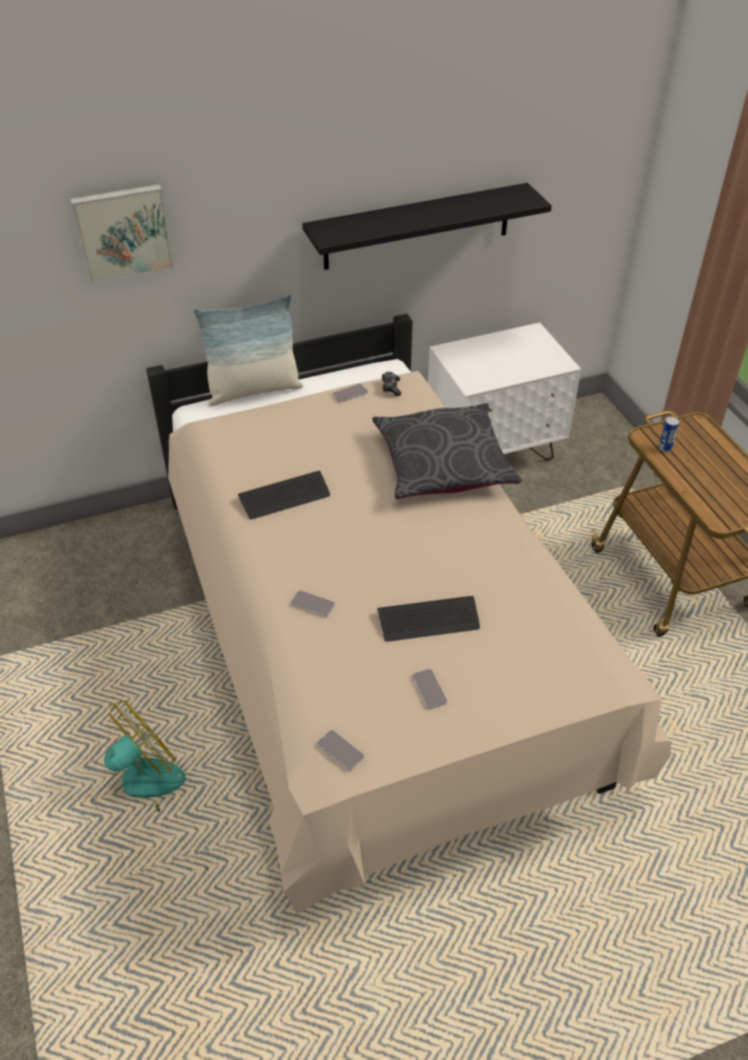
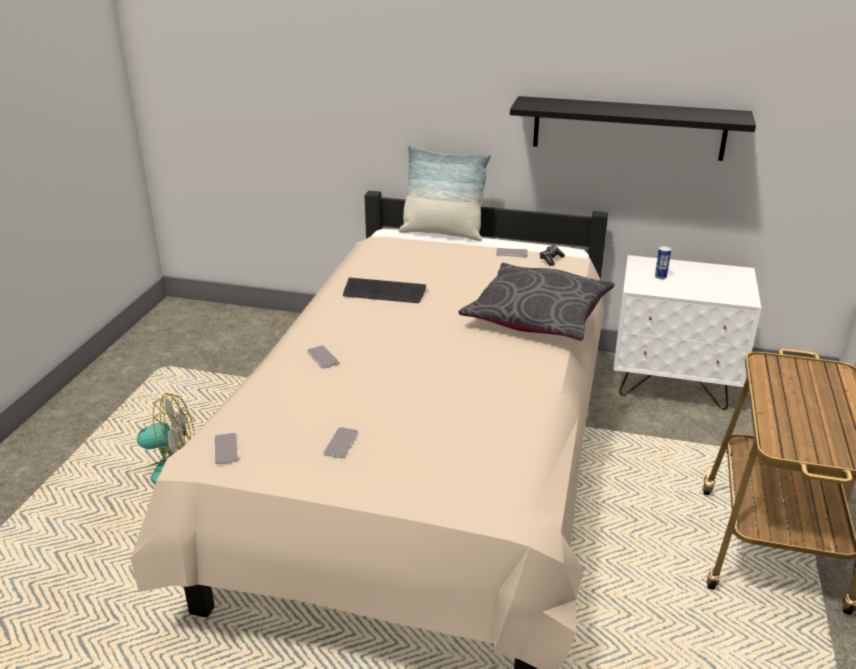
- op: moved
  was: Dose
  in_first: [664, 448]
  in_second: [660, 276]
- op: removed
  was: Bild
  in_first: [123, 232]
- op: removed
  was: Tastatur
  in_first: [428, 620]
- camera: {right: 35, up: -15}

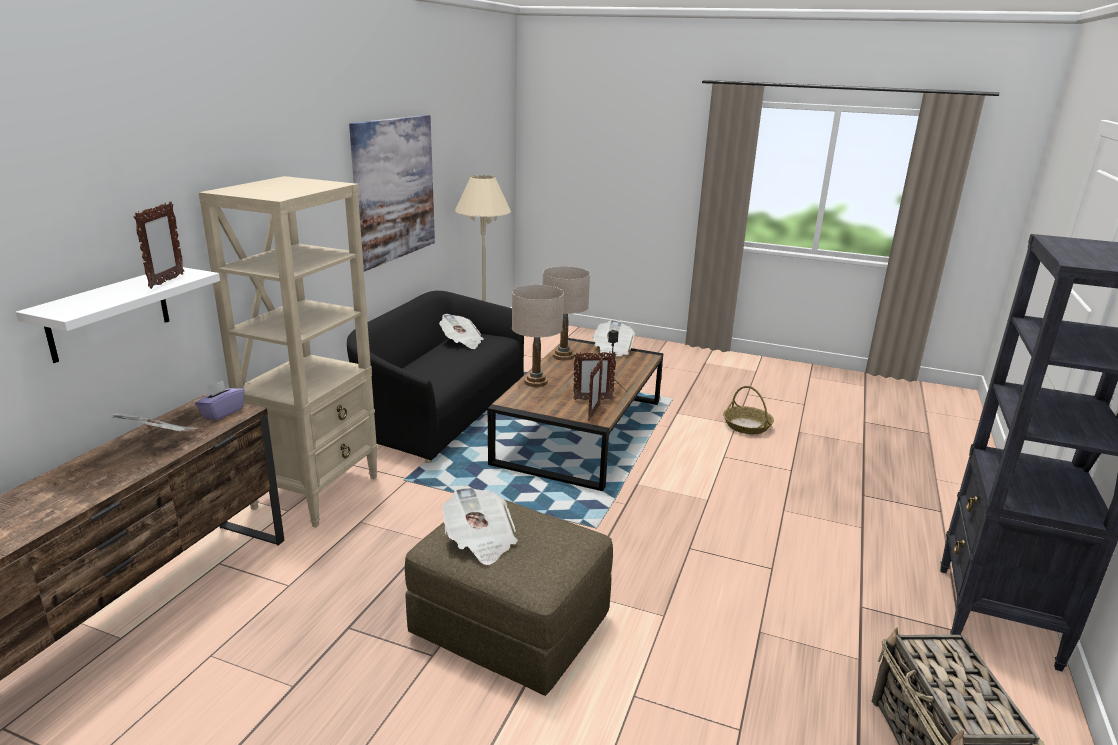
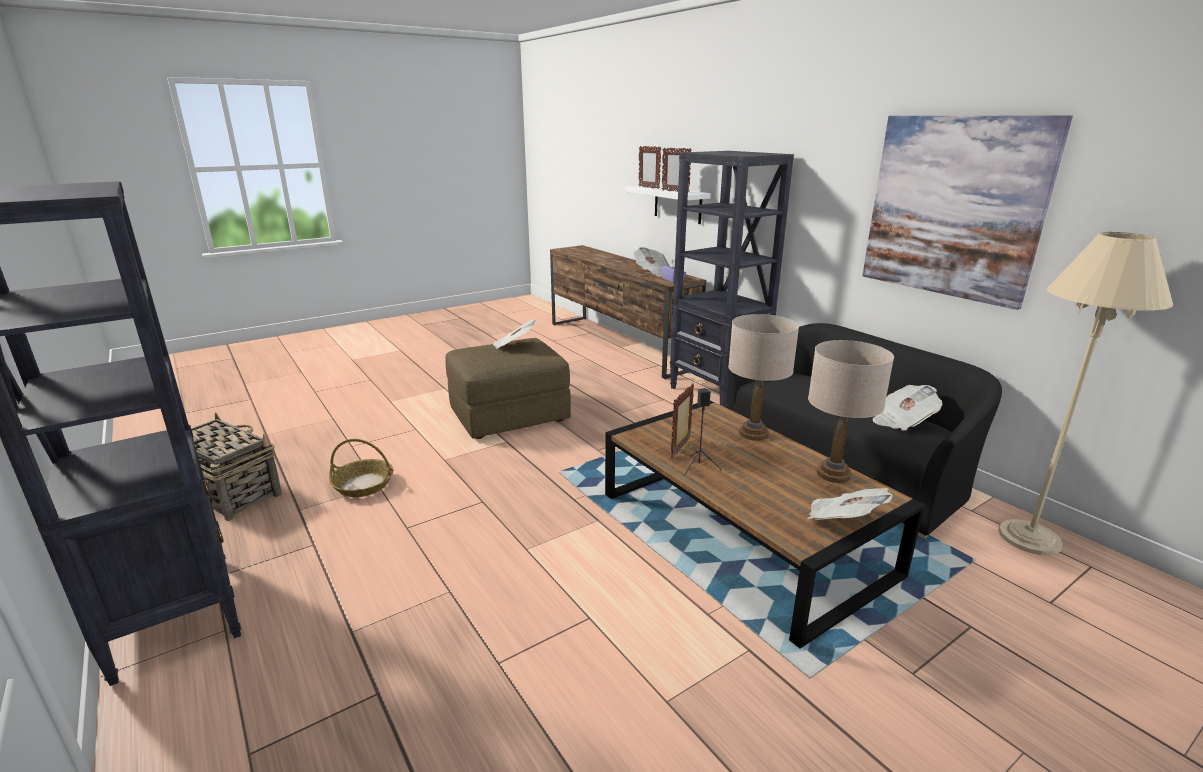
- op: moved
  was: Korb
  in_first: [747, 426]
  in_second: [363, 485]
- op: moved
  was: Bilderrahmen
  in_first: [593, 413]
  in_second: [648, 187]
- op: recoloured
  was: Bücherregal (beige)
  now: Bücherregal (schwarz)
  in_first: [317, 492]
  in_second: [717, 394]
- camera: {right: 125, up: 0}

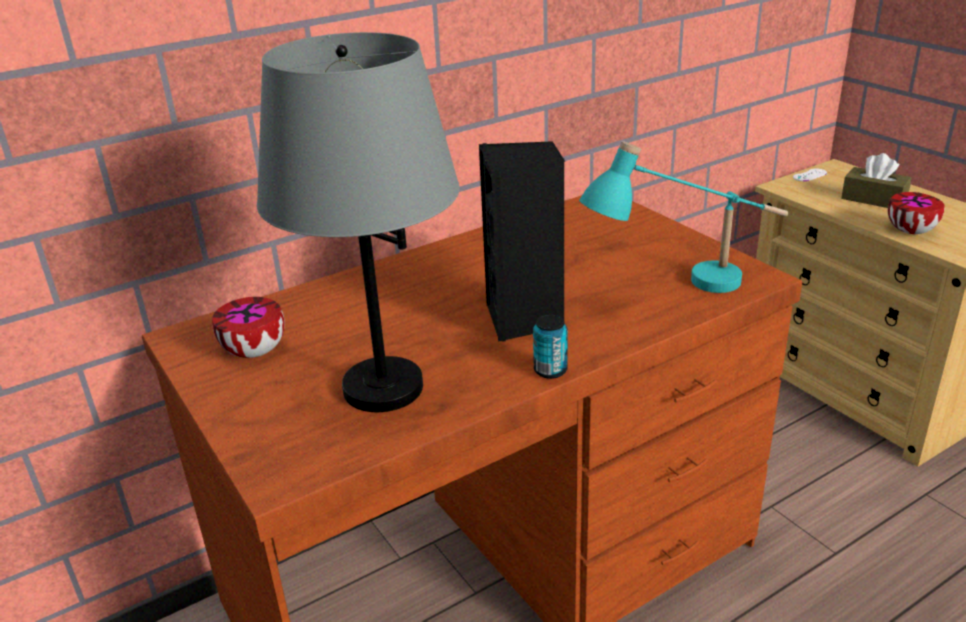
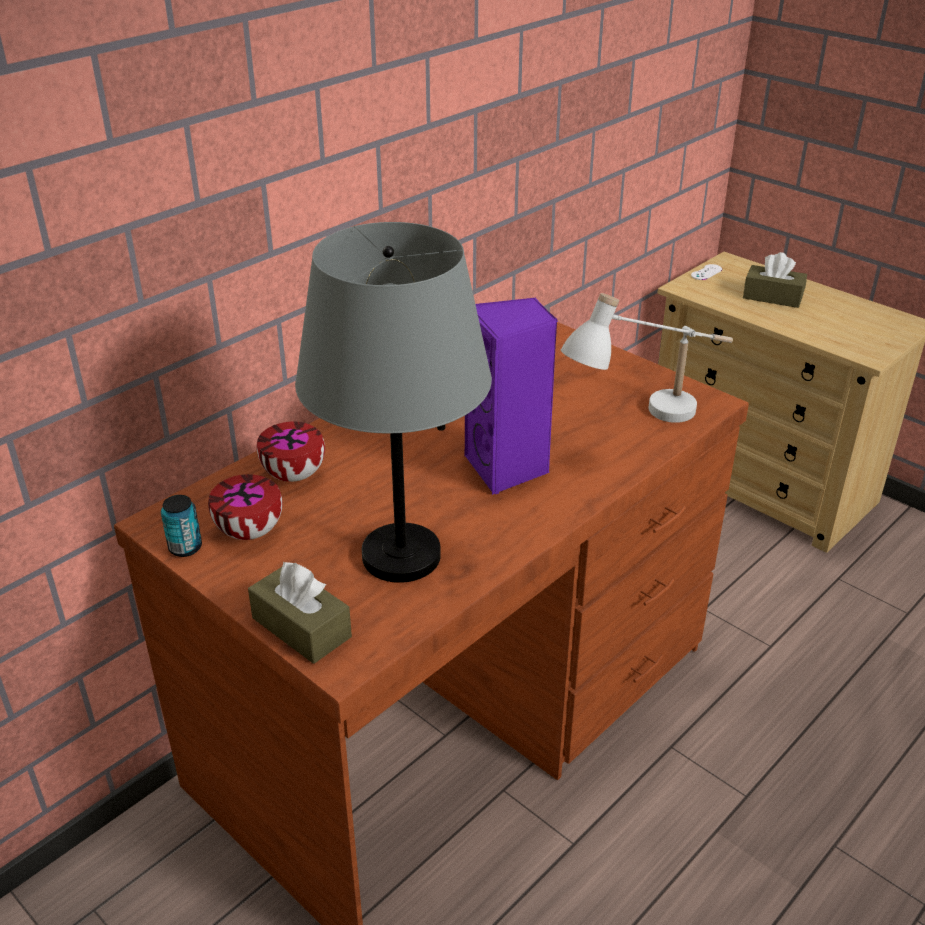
- op: moved
  was: Dose
  in_first: [550, 370]
  in_second: [185, 548]
- op: added
  now: Taschentuchbox (braun)
  in_second: [301, 627]
- op: moved
  was: Schüssel
  in_first: [910, 232]
  in_second: [293, 475]
- op: recoloured
  was: Lautsprecher (schwarz)
  now: Lautsprecher (lila)
  in_first: [525, 319]
  in_second: [508, 468]
- op: recoloured
  was: Tischlampe (türkis)
  now: Tischlampe (weiß)
  in_first: [684, 289]
  in_second: [646, 421]
- camera: {right: -15, up: 5}

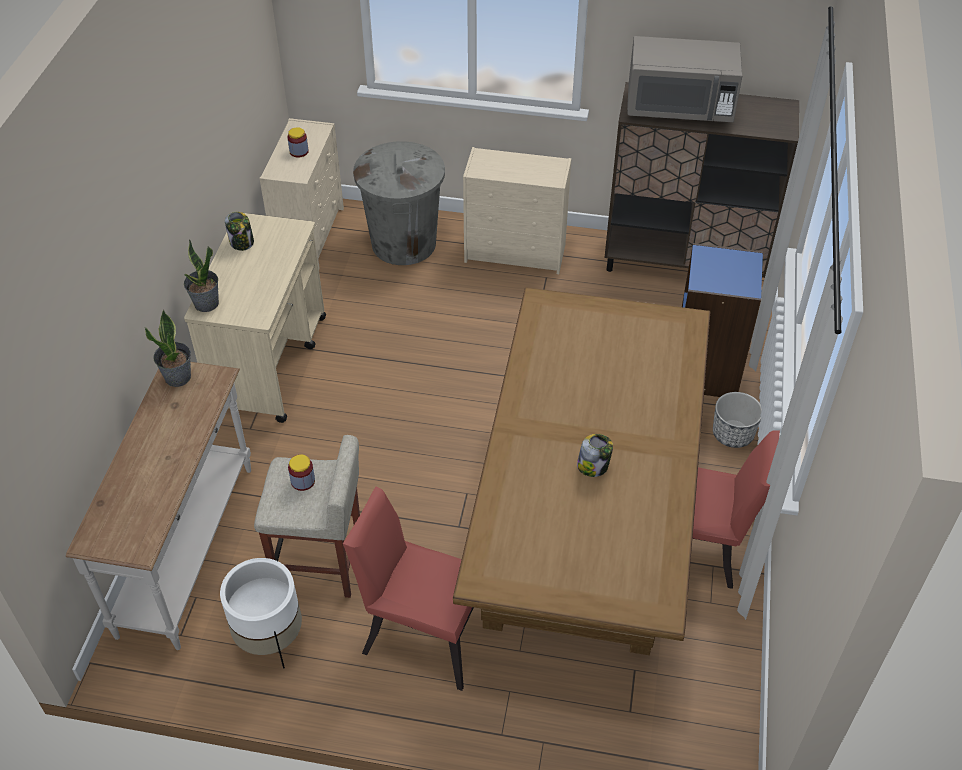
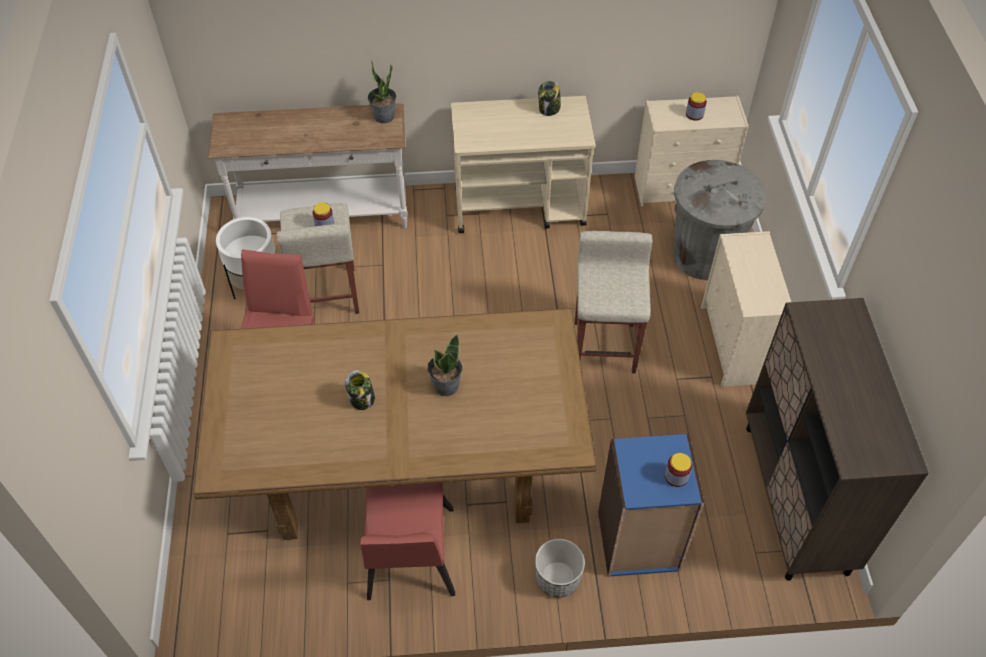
- op: moved
  was: Topfpflanze
  in_first: [206, 304]
  in_second: [445, 385]
- op: added
  now: Hocker (beige)
  in_second: [604, 345]
- op: added
  now: Vorratsglas
  in_second: [676, 476]
- op: removed
  was: Mikrowelle (grau)
  in_first: [679, 107]
- camera: {right: 75, up: 5}

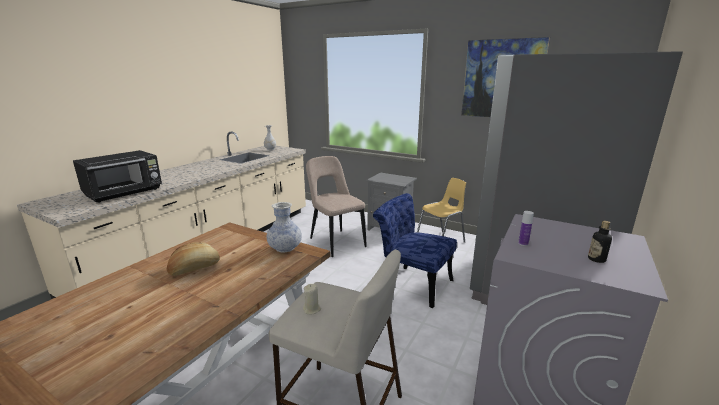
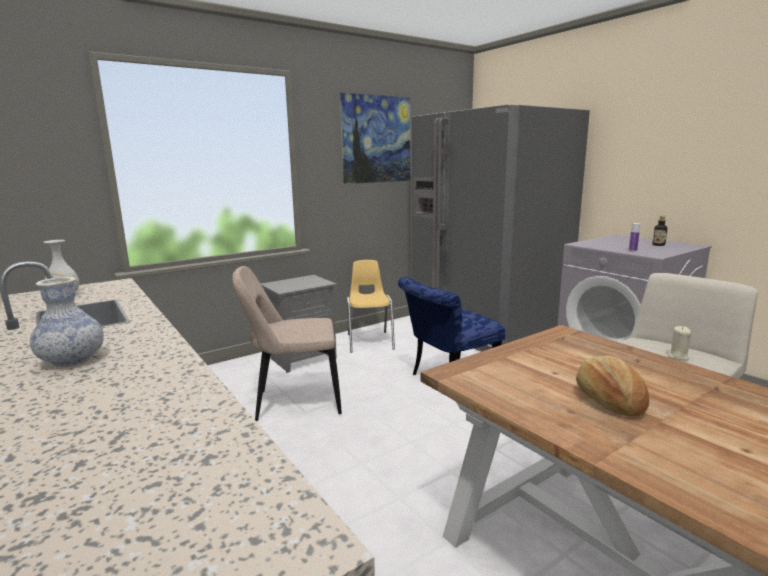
- op: moved
  was: Vase
  in_first: [285, 248]
  in_second: [72, 360]
- op: removed
  was: Mikrowelle (schwarz)
  in_first: [125, 193]
- camera: {right: -65, up: -5}

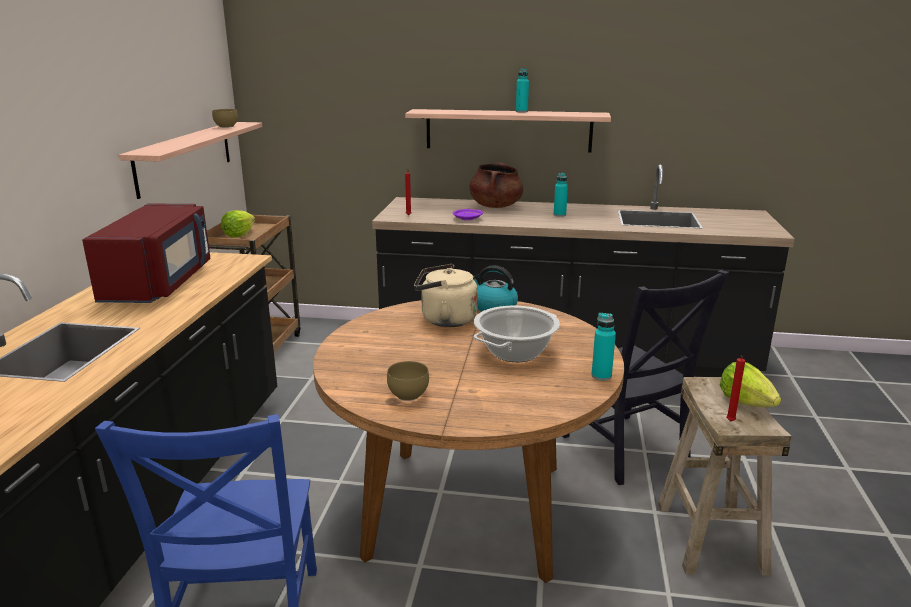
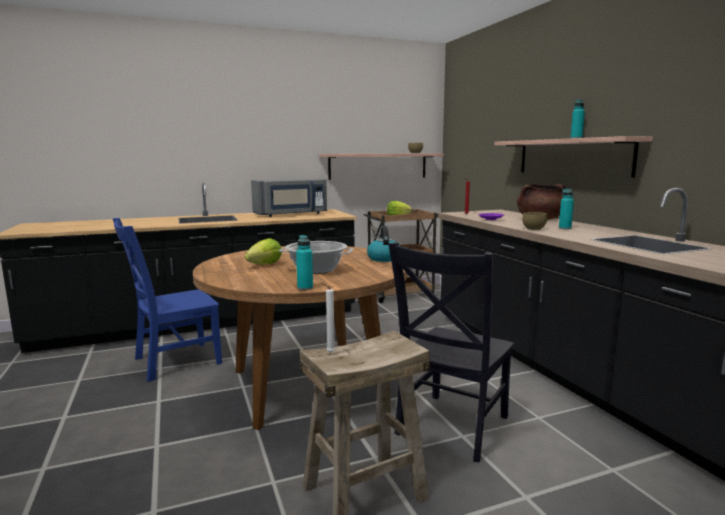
- op: moved
  was: Salatkopf
  in_first: [745, 402]
  in_second: [265, 265]
- op: recoloured
  was: Mikrowelle (rot)
  now: Mikrowelle (grau)
  in_first: [160, 283]
  in_second: [291, 214]
- op: recoloured
  was: Kerze (rot)
  now: Kerze (weiß)
  in_first: [730, 422]
  in_second: [329, 352]
- op: moved
  was: Schüssel (braun)
  in_first: [409, 394]
  in_second: [534, 229]
- op: removed
  was: Wasserkessel (beige)
  in_first: [445, 320]
- camera: {right: 60, up: -10}

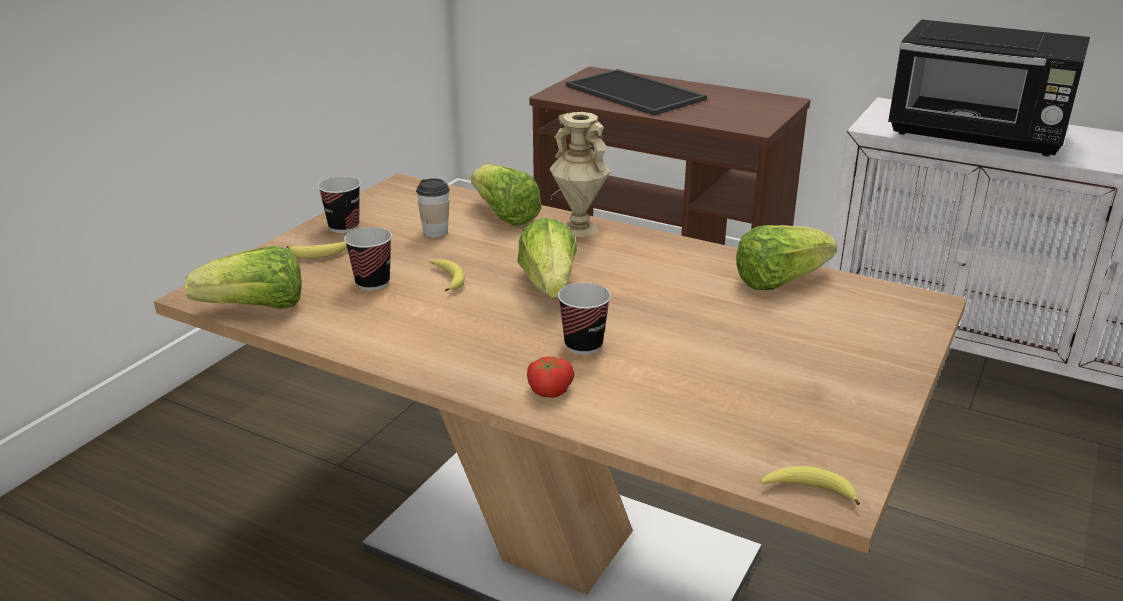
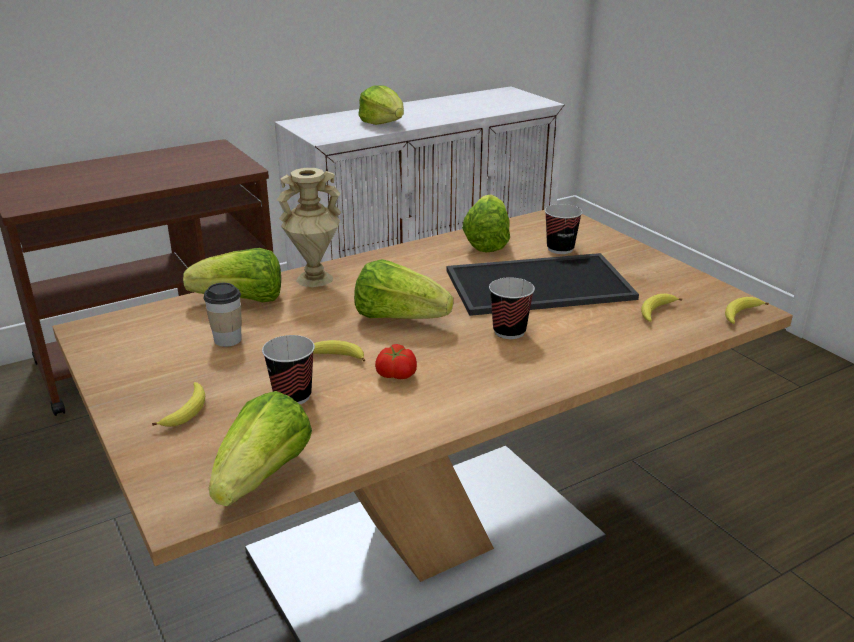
- op: replaced
  was: Mikrowelle (schwarz)
  now: Salatkopf
  in_first: [978, 136]
  in_second: [383, 123]
- op: moved
  was: Tomate
  in_first: [548, 390]
  in_second: [395, 375]
- op: moved
  was: Tablett
  in_first: [637, 93]
  in_second: [540, 283]
- op: moved
  was: Tasse
  in_first: [344, 227]
  in_second: [560, 249]
- op: added
  now: Banane
  in_second: [656, 312]
- camera: {right: -60, up: 0}

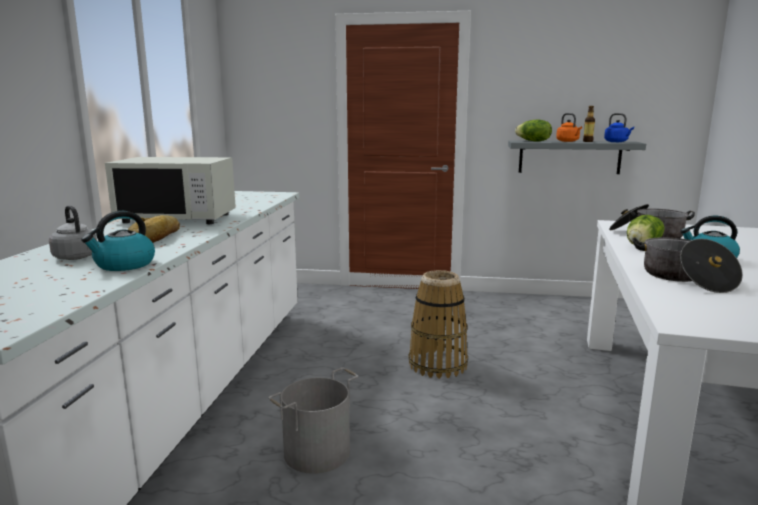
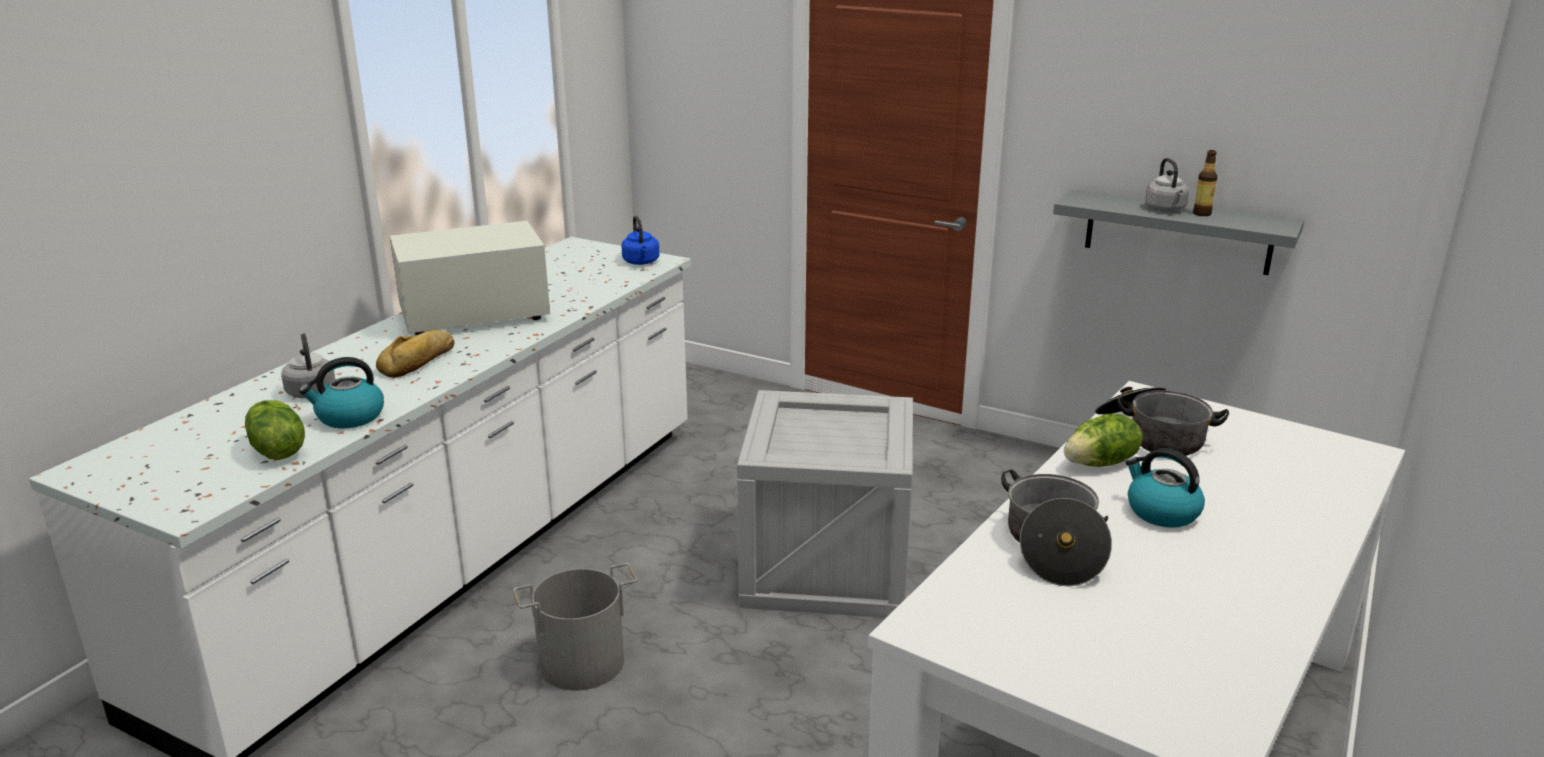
- op: moved
  was: Salatkopf
  in_first: [533, 141]
  in_second: [276, 451]
- op: turned
  was: Mikrowelle (weiß)
  in_first: [178, 218]
  in_second: [474, 316]
  clockwise: 135
- op: moved
  was: Wasserkessel (blau)
  in_first: [617, 142]
  in_second: [641, 262]
- op: replaced
  was: Korb
  now: Kiste
  in_first: [438, 364]
  in_second: [829, 565]
- op: recoloured
  was: Wasserkessel (orange)
  now: Wasserkessel (grau)
  in_first: [568, 141]
  in_second: [1166, 209]
- camera: {right: 20, up: 10}

